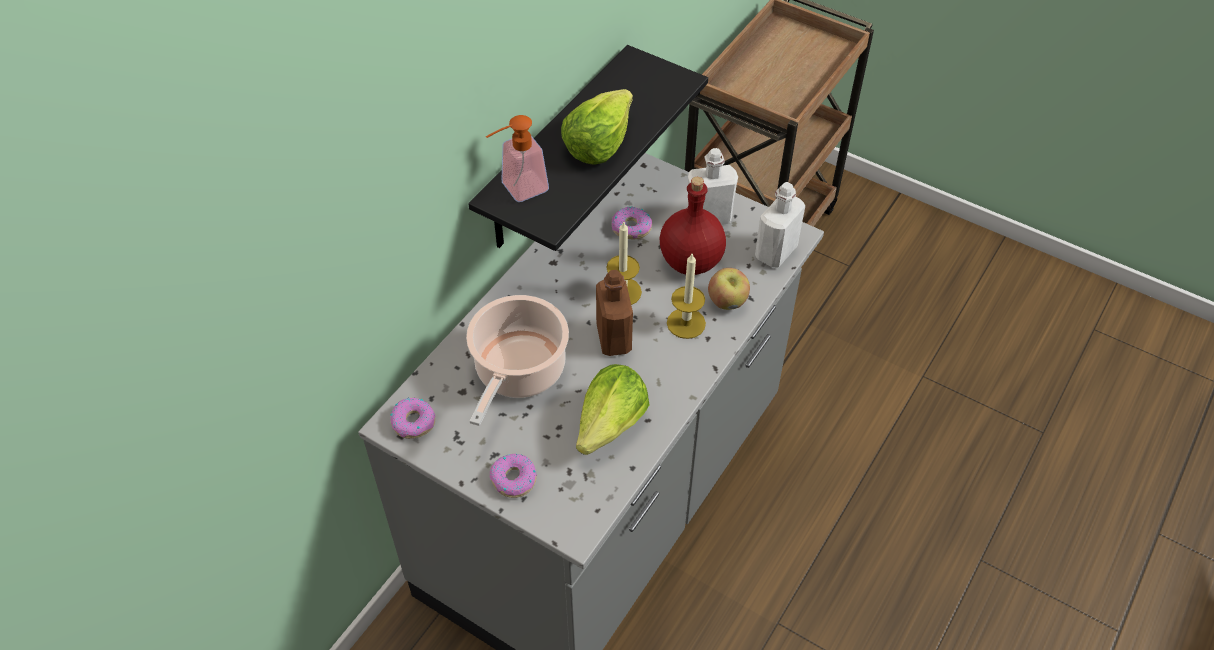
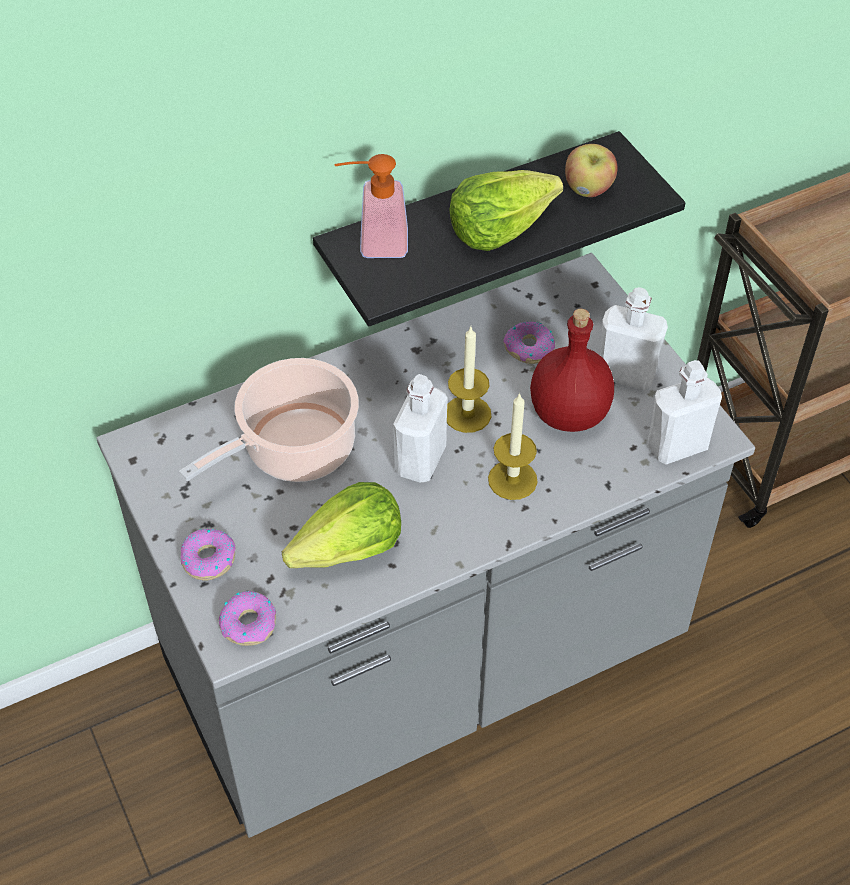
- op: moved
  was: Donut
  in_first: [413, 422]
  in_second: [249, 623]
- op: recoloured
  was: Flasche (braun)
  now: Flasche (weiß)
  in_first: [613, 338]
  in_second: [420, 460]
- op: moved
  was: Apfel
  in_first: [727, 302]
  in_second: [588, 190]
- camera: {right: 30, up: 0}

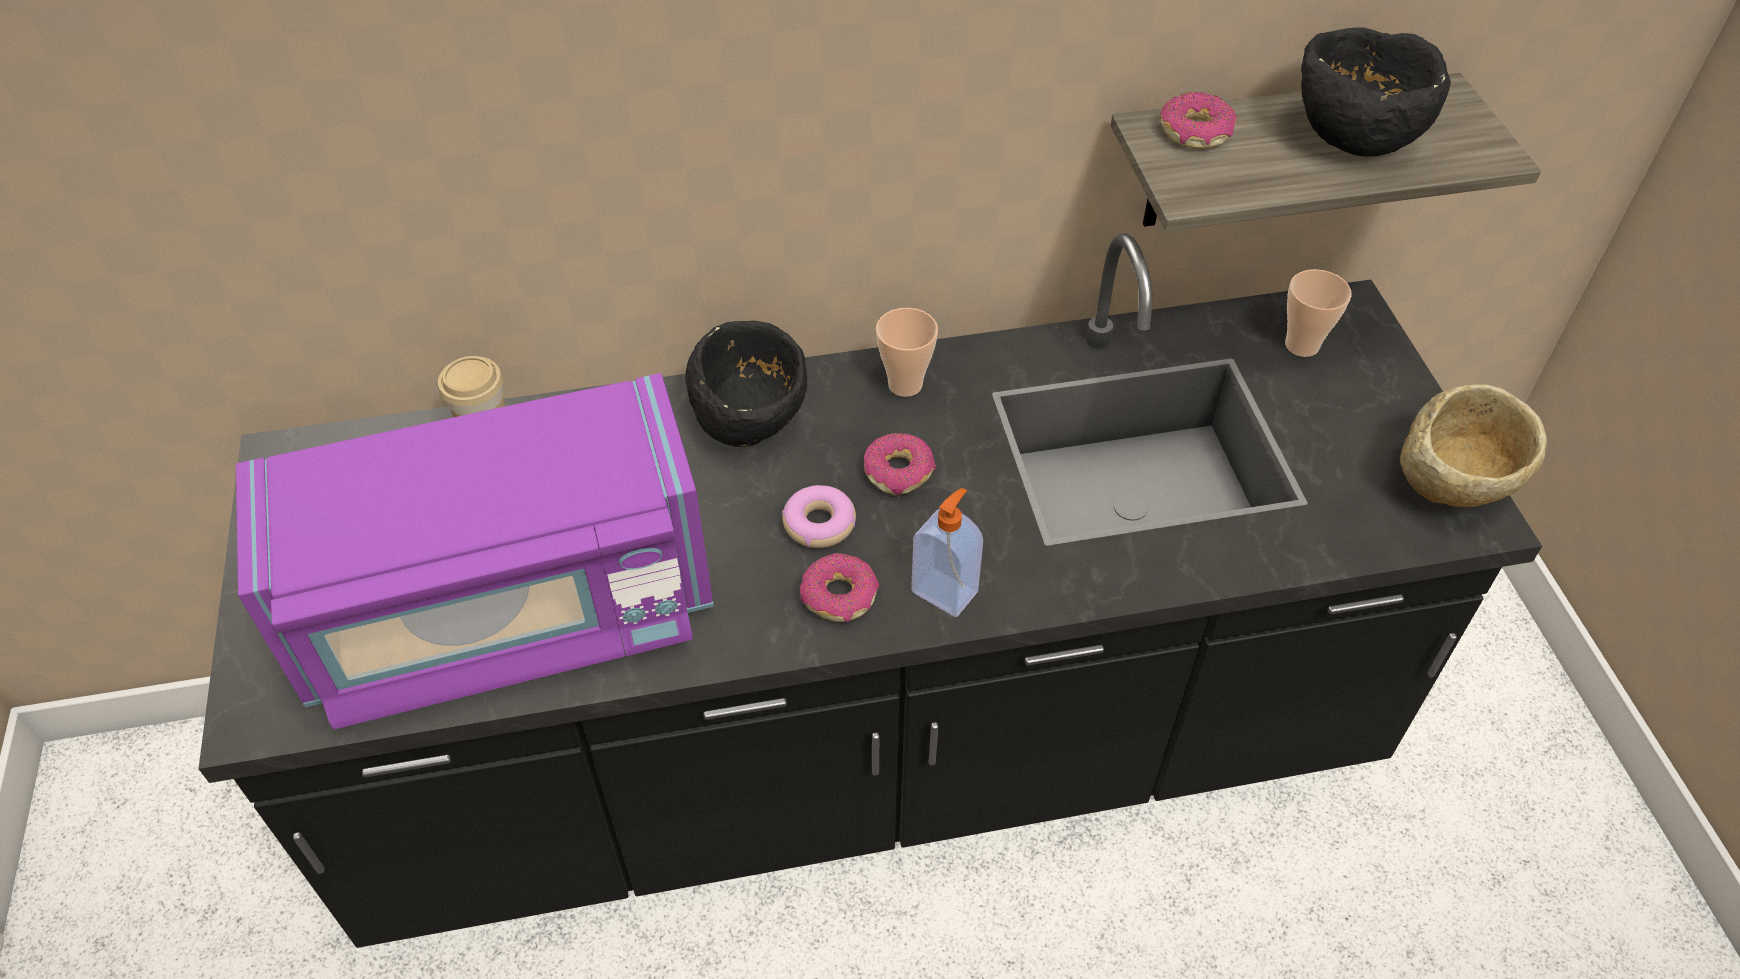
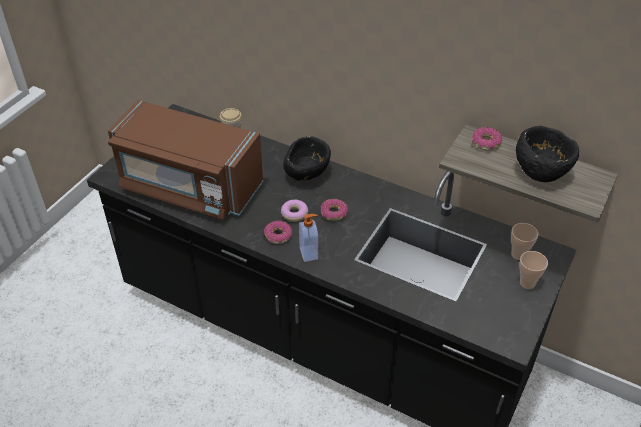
- op: recoloured
  was: Mikrowelle (lila)
  now: Mikrowelle (braun)
  in_first: [508, 613]
  in_second: [189, 187]
- op: moved
  was: Tasse
  in_first: [905, 384]
  in_second: [527, 283]
- op: removed
  was: Schüssel (beige)
  in_first: [1453, 488]
- camera: {right: 40, up: -5}

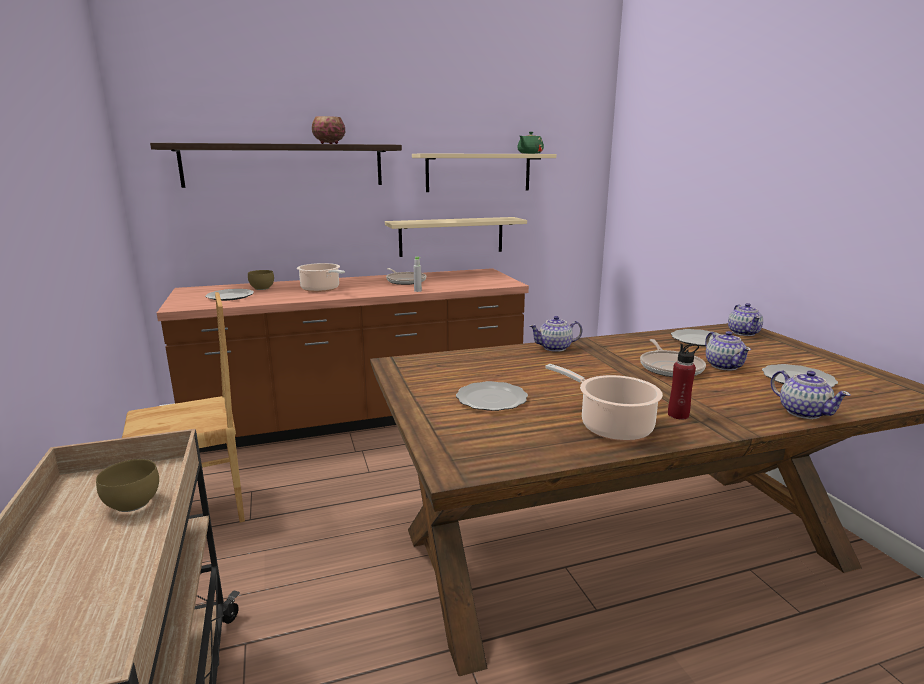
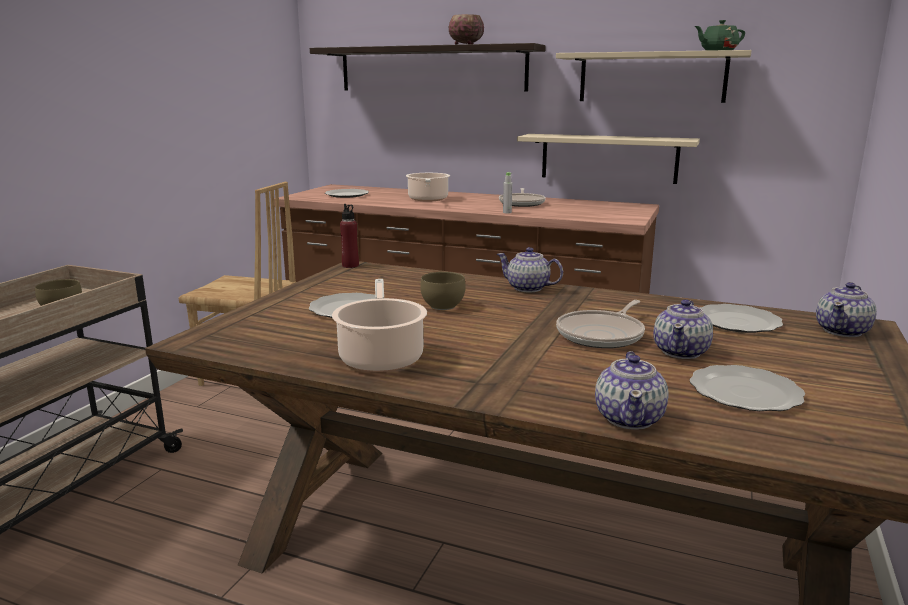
- op: moved
  was: Flasche (rot)
  in_first: [678, 415]
  in_second: [350, 265]
- op: moved
  was: Schüssel (braun)
  in_first: [262, 288]
  in_second: [444, 306]
- camera: {right: 40, up: 0}

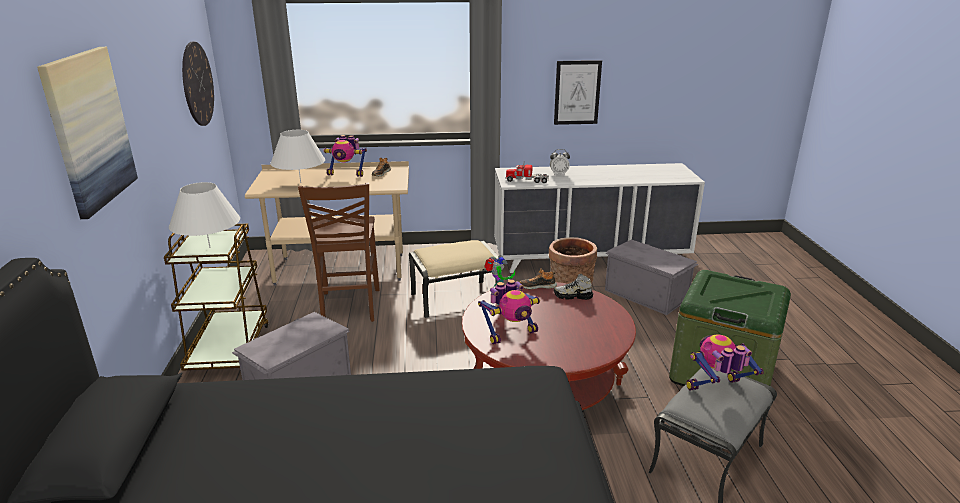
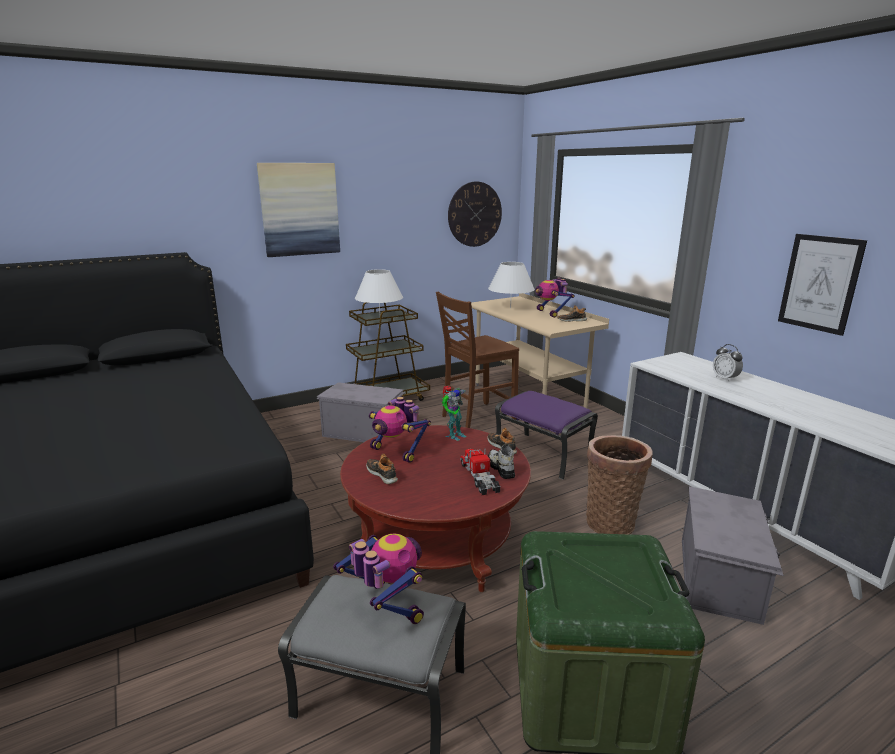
- op: added
  now: Schuh
  in_second: [382, 474]
- op: moved
  was: Spielzeuglaster
  in_first: [527, 180]
  in_second: [479, 477]
- op: recoloured
  was: Polsterhocker (beige)
  now: Polsterhocker (lila)
  in_first: [455, 298]
  in_second: [543, 455]
- camera: {right: 65, up: -5}

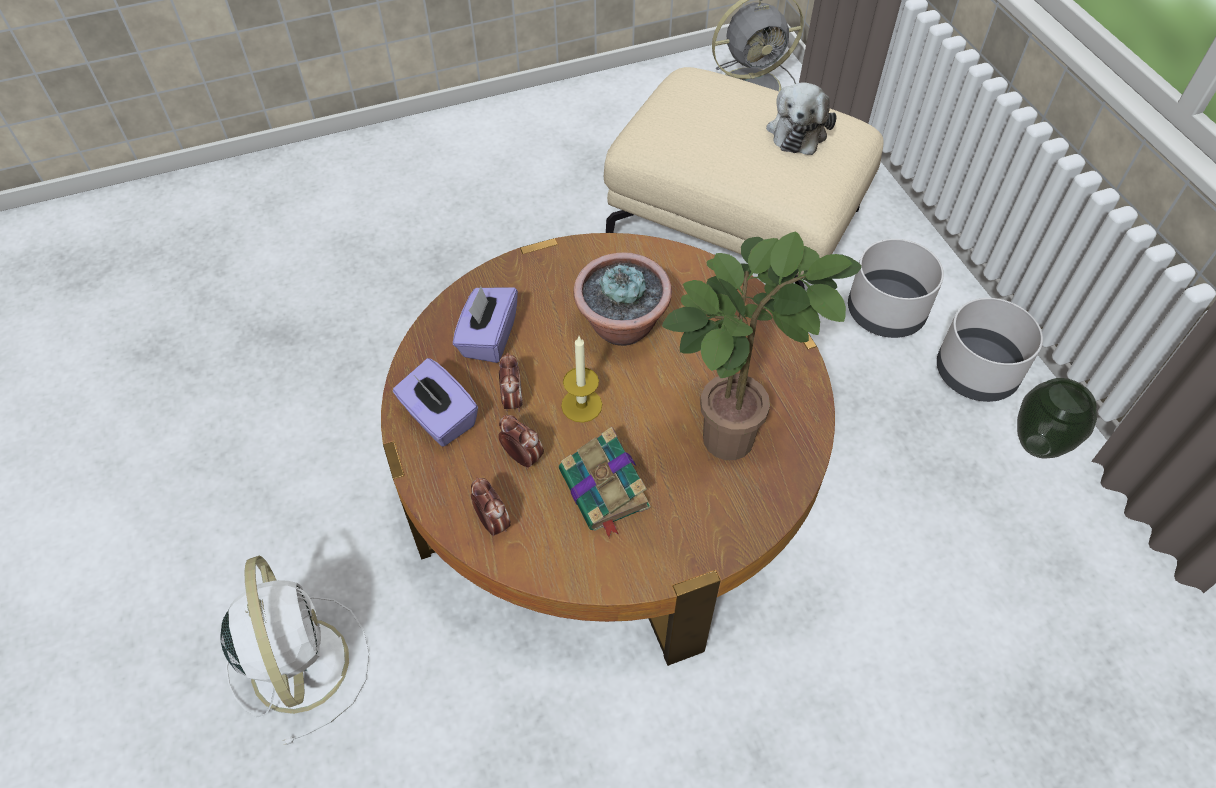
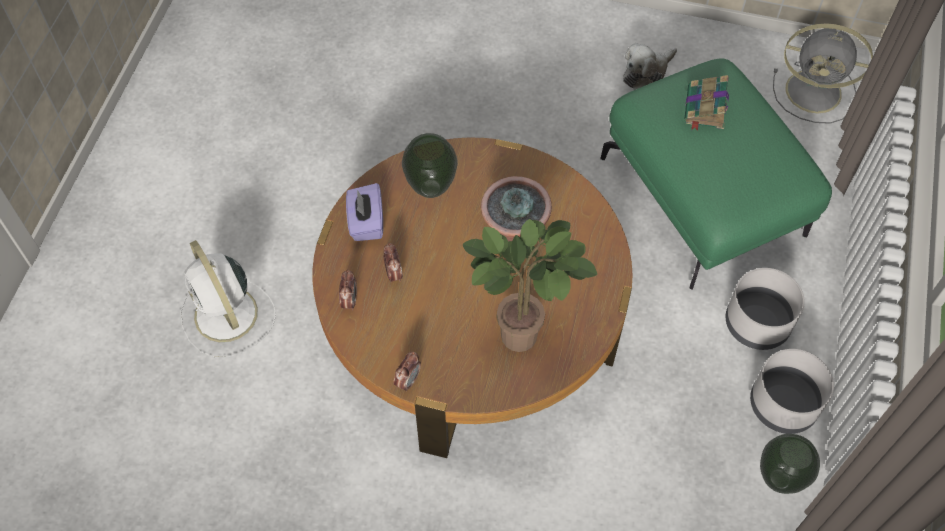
- op: turned
  was: Ventilator (weiß)
  in_first: [299, 661]
  in_second: [227, 316]
  clockwise: 135
- op: moved
  was: Wecker
  in_first: [512, 400]
  in_second: [408, 380]
- op: replaced
  was: Taschentuchbox (lila)
  now: Vase
  in_first: [488, 338]
  in_second: [430, 189]
- op: recoloured
  was: Polsterhocker (beige)
  now: Polsterhocker (grün)
  in_first: [736, 224]
  in_second: [705, 196]
- op: moved
  was: Plüschtier
  in_first: [797, 130]
  in_second: [646, 74]
- op: moved
  was: Buch
  in_first: [605, 491]
  in_second: [705, 109]
- op: removed
  was: Kerze
  in_first: [581, 405]
- camera: {right: 35, up: 5}

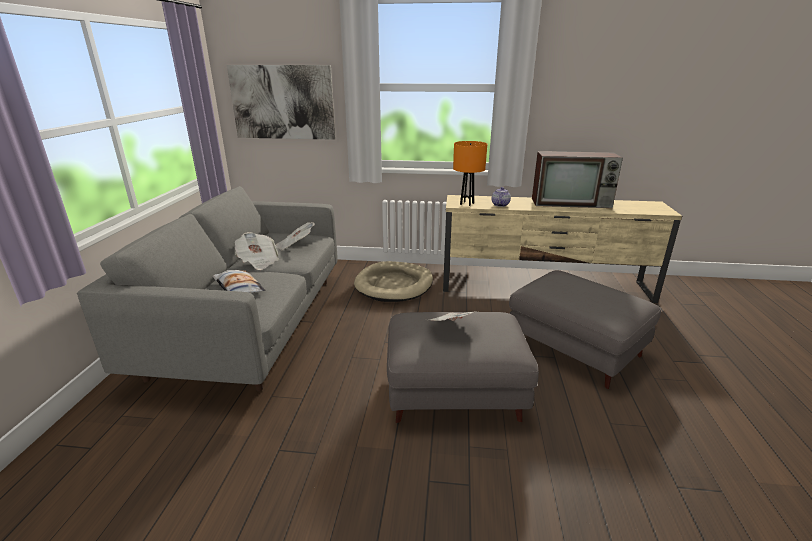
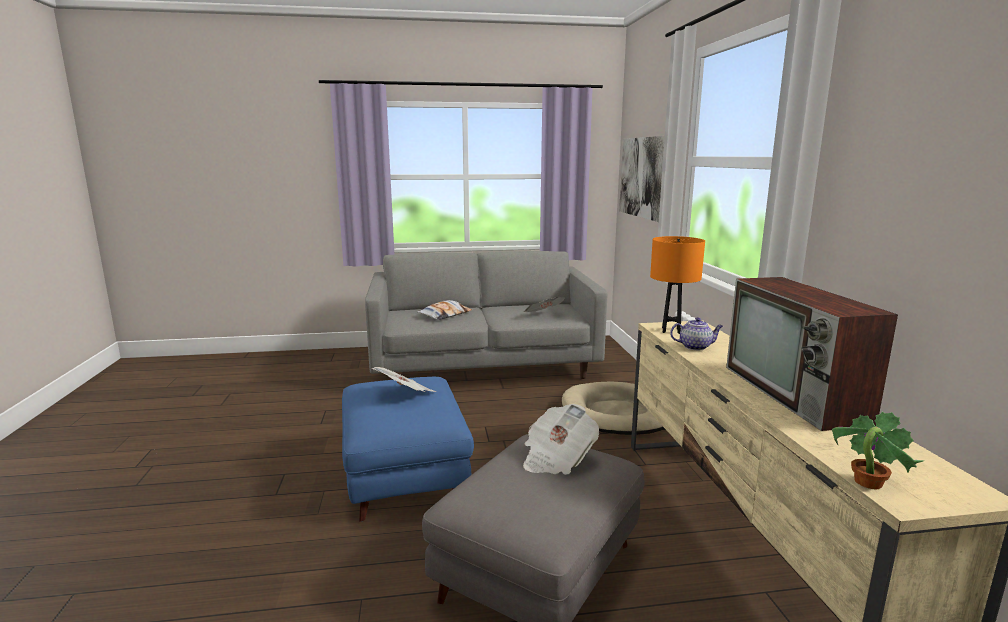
- op: recoloured
  was: Polsterhocker (grau)
  now: Polsterhocker (blau)
  in_first: [454, 393]
  in_second: [404, 475]
- op: moved
  was: Zeitung
  in_first: [258, 261]
  in_second: [557, 458]
- op: added
  now: Topfpflanze
  in_second: [866, 482]
- camera: {right: 75, up: -10}

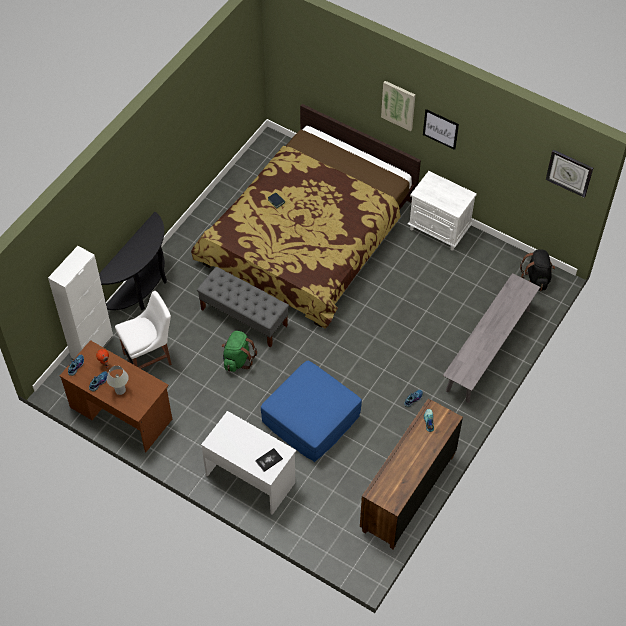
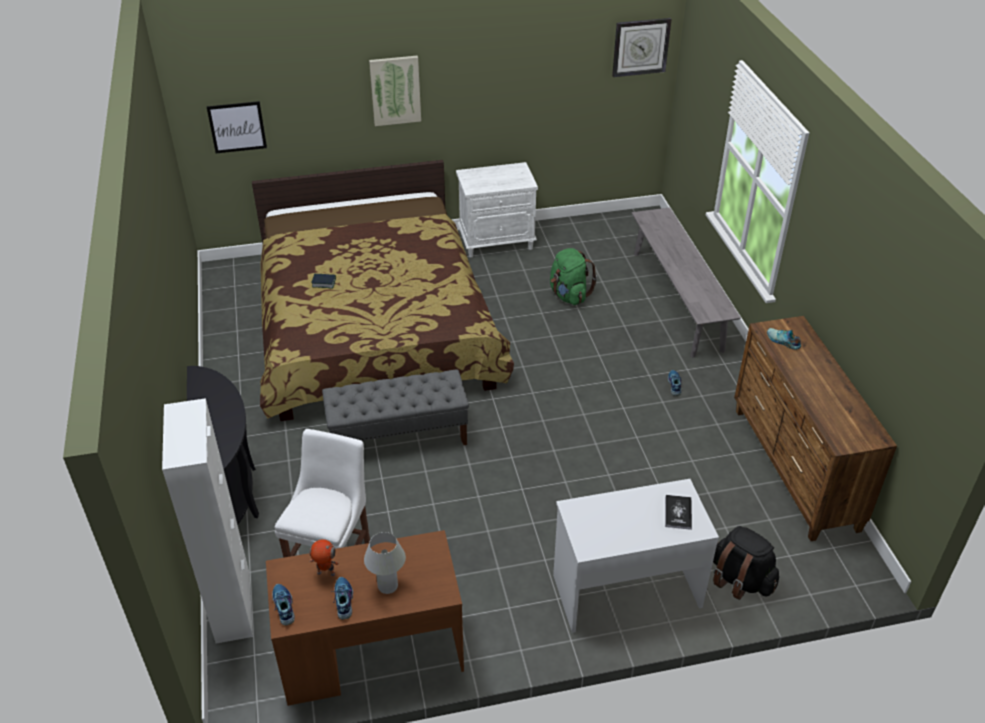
- op: moved
  was: Bild
  in_first: [440, 129]
  in_second: [237, 127]
- op: moved
  was: Rucksack (grün)
  in_first: [237, 359]
  in_second: [569, 295]
- op: moved
  was: Rucksack (schwarz)
  in_first: [536, 278]
  in_second: [740, 580]
- op: removed
  was: Polsterhocker (blau)
  in_first: [310, 419]
- camera: {right: -45, up: -15}

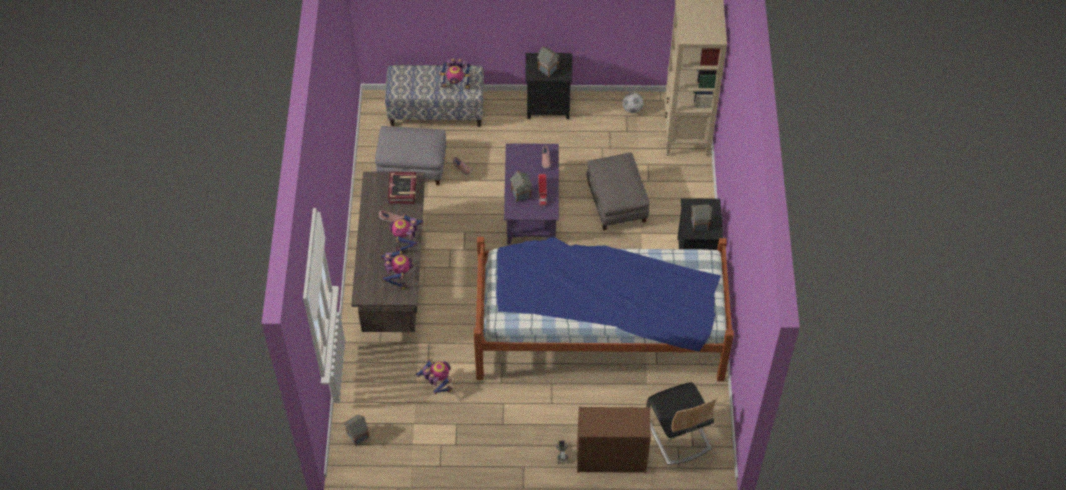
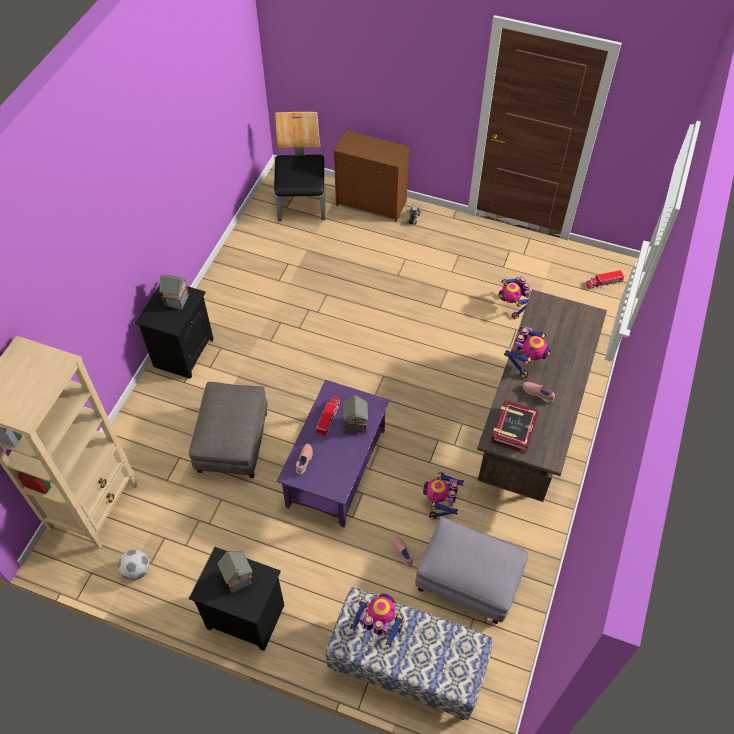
- op: moved
  was: Spielzeugroboter
  in_first: [398, 277]
  in_second: [441, 504]
- op: replaced
  was: Spielzeughaus
  now: Spielzeuglaster
  in_first: [357, 436]
  in_second: [603, 283]
- op: removed
  was: Bett
  in_first: [599, 331]
- camera: {right: -160, up: 0}

